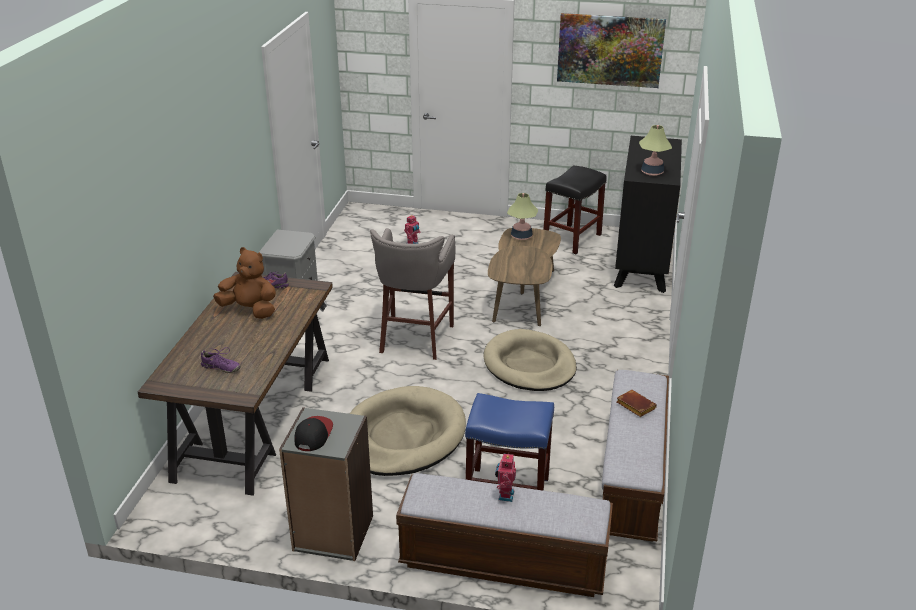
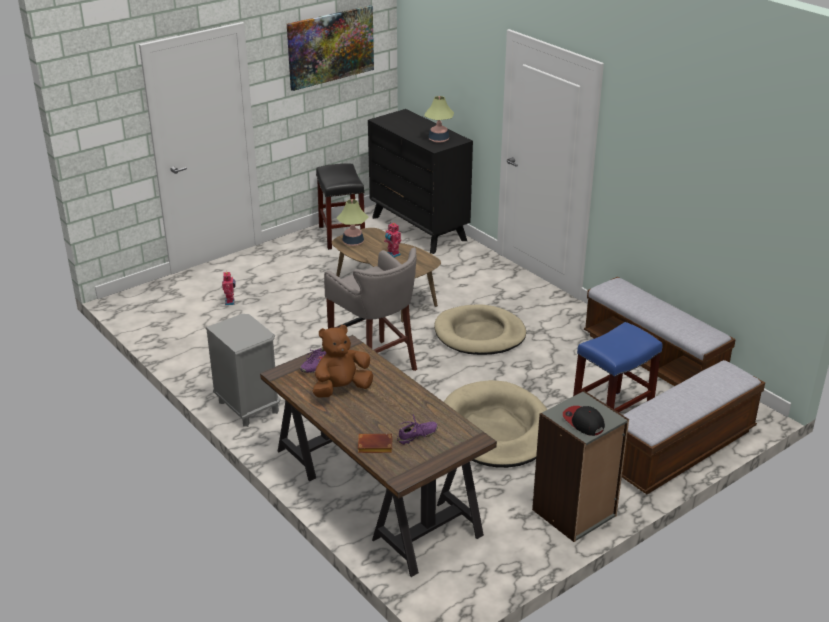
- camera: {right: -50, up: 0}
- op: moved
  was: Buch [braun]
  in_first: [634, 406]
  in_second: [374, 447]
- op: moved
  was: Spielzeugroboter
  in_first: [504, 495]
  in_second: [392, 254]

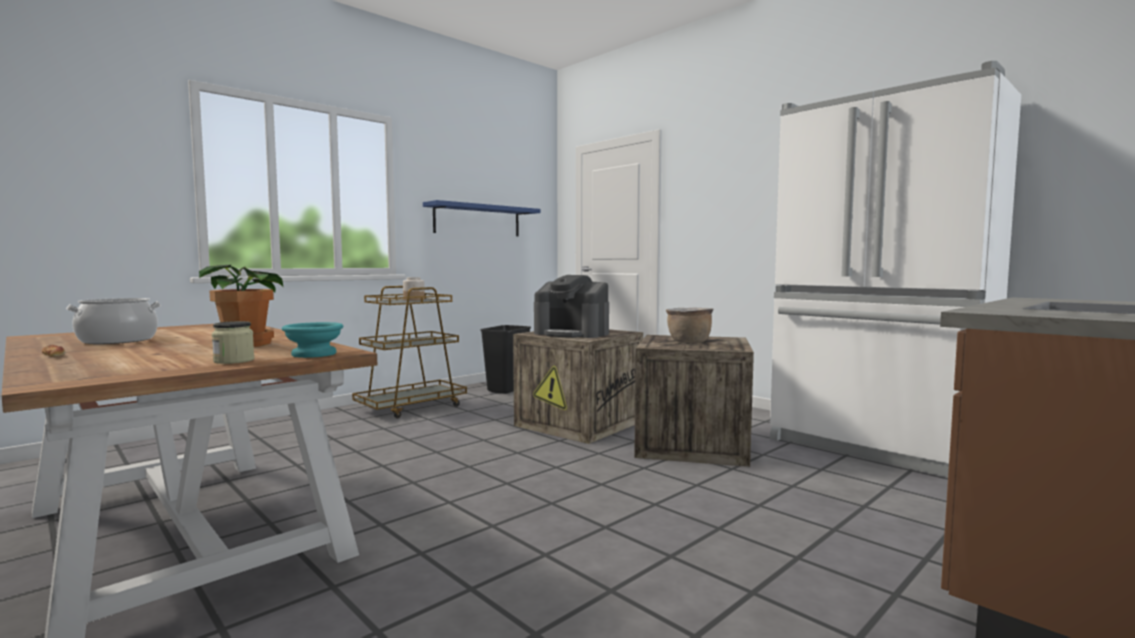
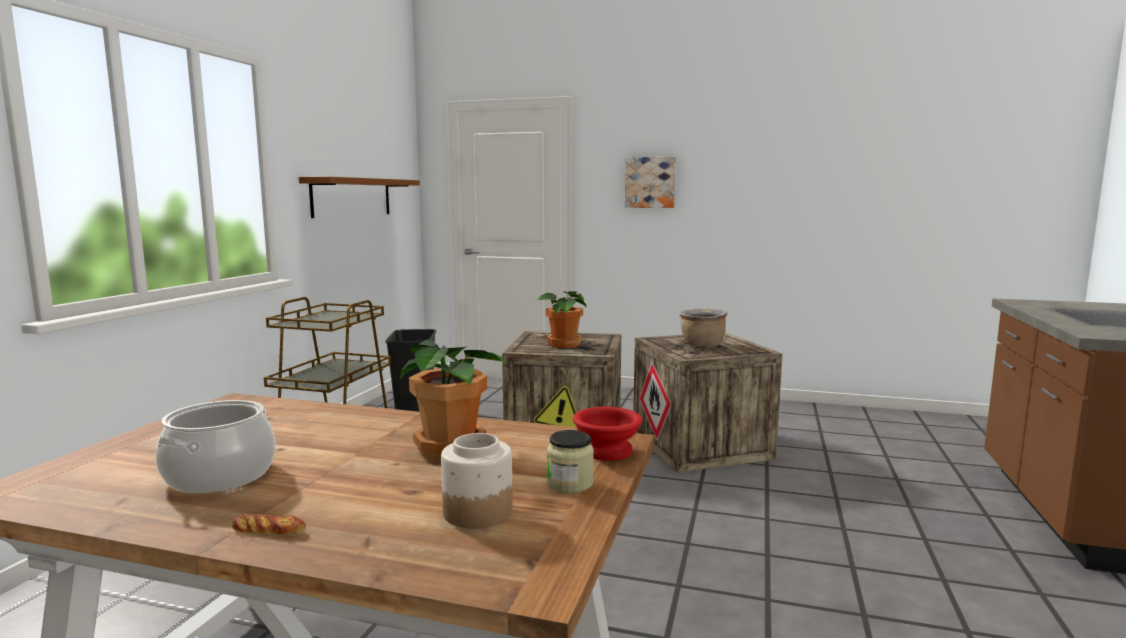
- camera: {right: -30, up: 5}
- op: recoloured
  was: Wandregal [blau]
  now: Wandregal [braun]
  in_first: [477, 220]
  in_second: [352, 197]
- op: moved
  was: Vorratsglas
  in_first: [413, 300]
  in_second: [477, 512]
- op: replaced
  was: Kaffeemaschine
  now: Topfpflanze
  in_first: [572, 333]
  in_second: [563, 345]
- op: recoloured
  was: Schüssel [türkis]
  now: Schüssel [rot]
  in_first: [315, 354]
  in_second: [609, 451]
- op: added
  now: Bild
  in_second: [650, 182]
- op: removed
  was: Kühlschrank [weiß]
  in_first: [876, 448]

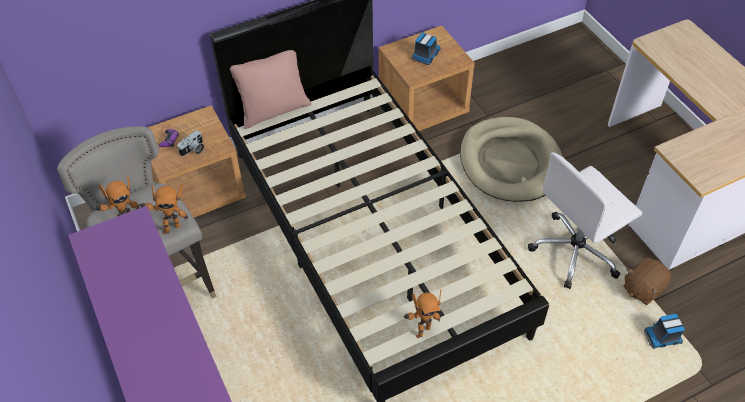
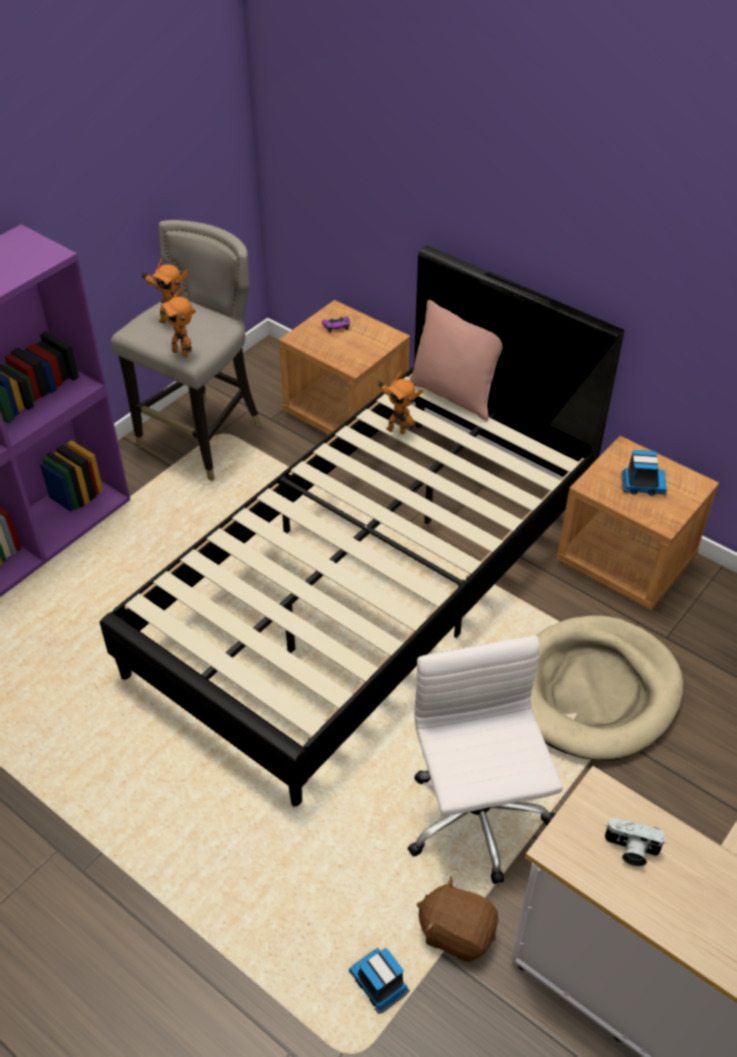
- camera: {right: 65, up: -5}
- op: moved
  was: Spielzeugroboter
  in_first: [421, 330]
  in_second: [397, 429]
- op: turned
  was: Bürostuhl [weiß]
  in_first: [576, 251]
  in_second: [477, 821]
  clockwise: 45
- op: moved
  was: Kamera
  in_first: [193, 150]
  in_second: [630, 850]

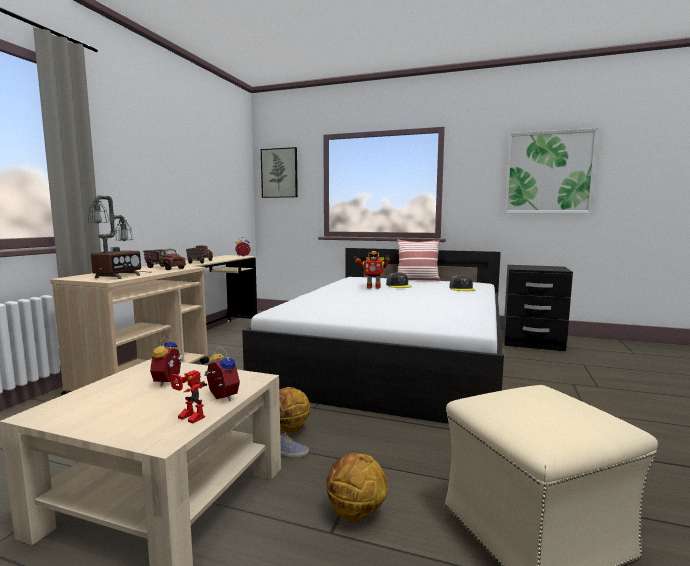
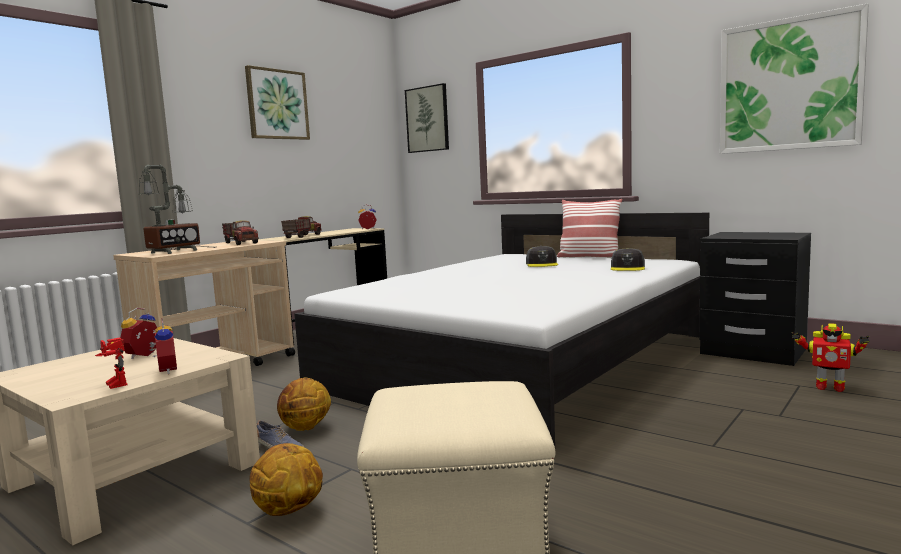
- camera: {right: 20, up: 0}
- op: added
  now: Bild
  in_second: [277, 104]
- op: moved
  was: Spielzeugroboter
  in_first: [373, 287]
  in_second: [829, 387]

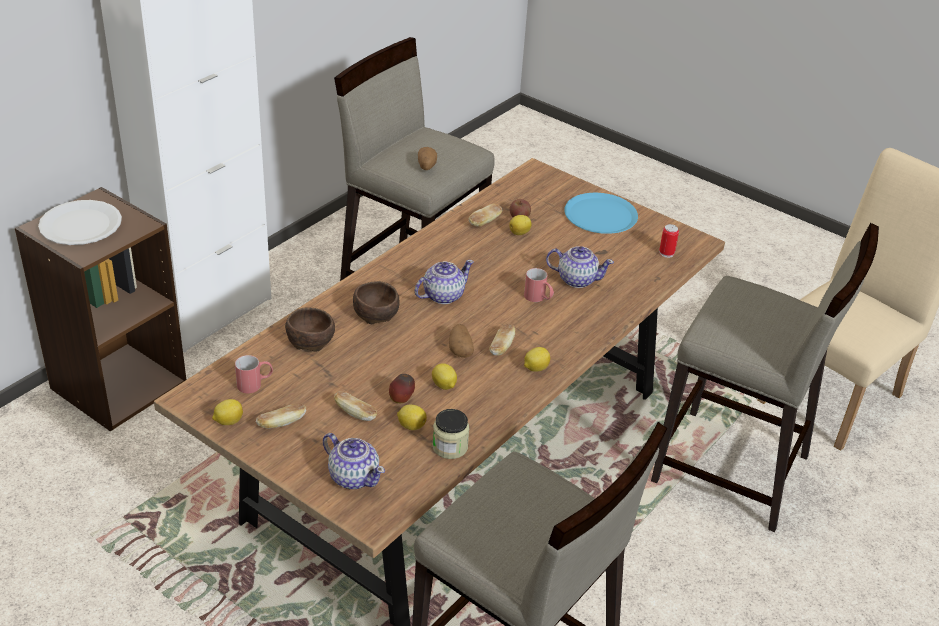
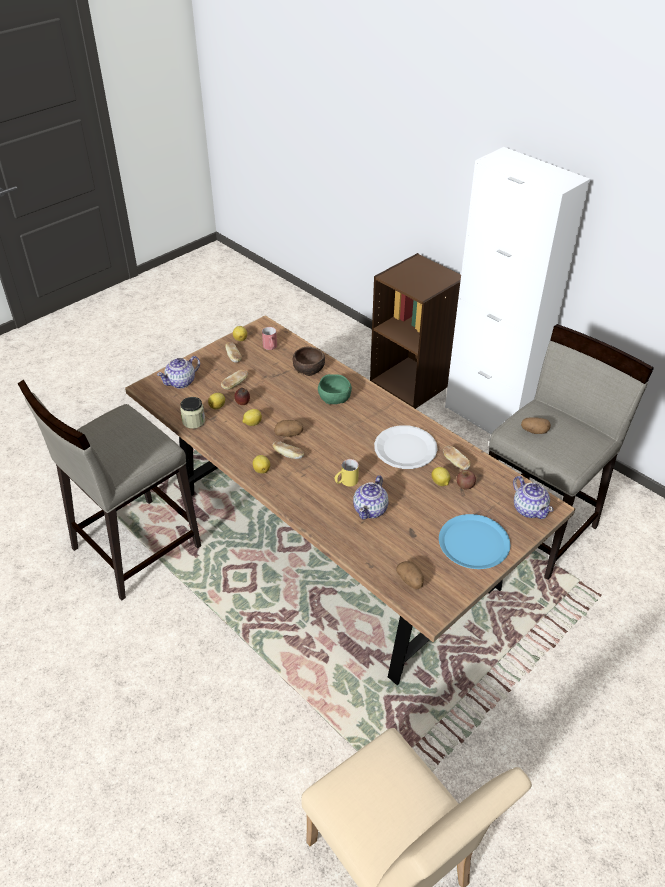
- camera: {right: 100, up: 5}
- op: recoloured
  was: Schüssel [braun]
  now: Schüssel [grün]
  in_first: [376, 313]
  in_second: [335, 398]
- op: recoloured
  was: Henkelbecher [rot]
  now: Henkelbecher [gelb]
  in_first: [538, 298]
  in_second: [346, 482]
- op: moved
  was: Teller [weiß]
  in_first: [80, 225]
  in_second: [405, 448]
- op: replaced
  was: Dose
  now: Kartoffel
  in_first: [666, 253]
  in_second: [410, 581]
- op: moved
  was: Teekanne
  in_first: [442, 295]
  in_second: [529, 509]
- op: removed
  was: Hocker [beige]
  in_first: [732, 470]

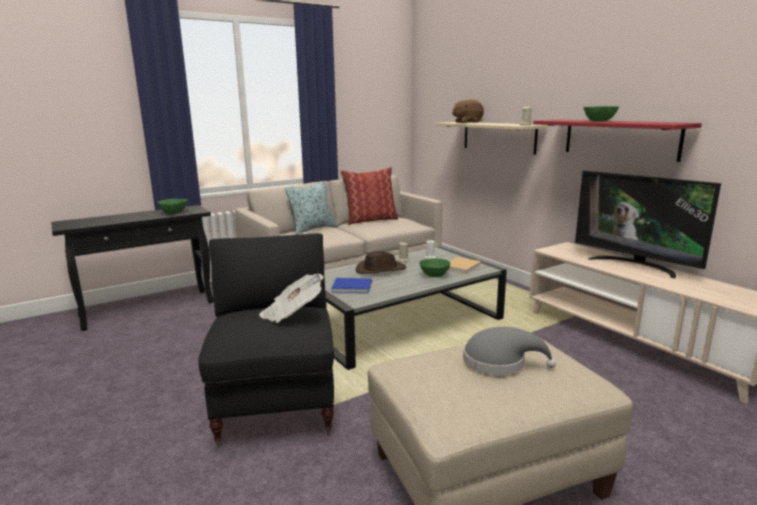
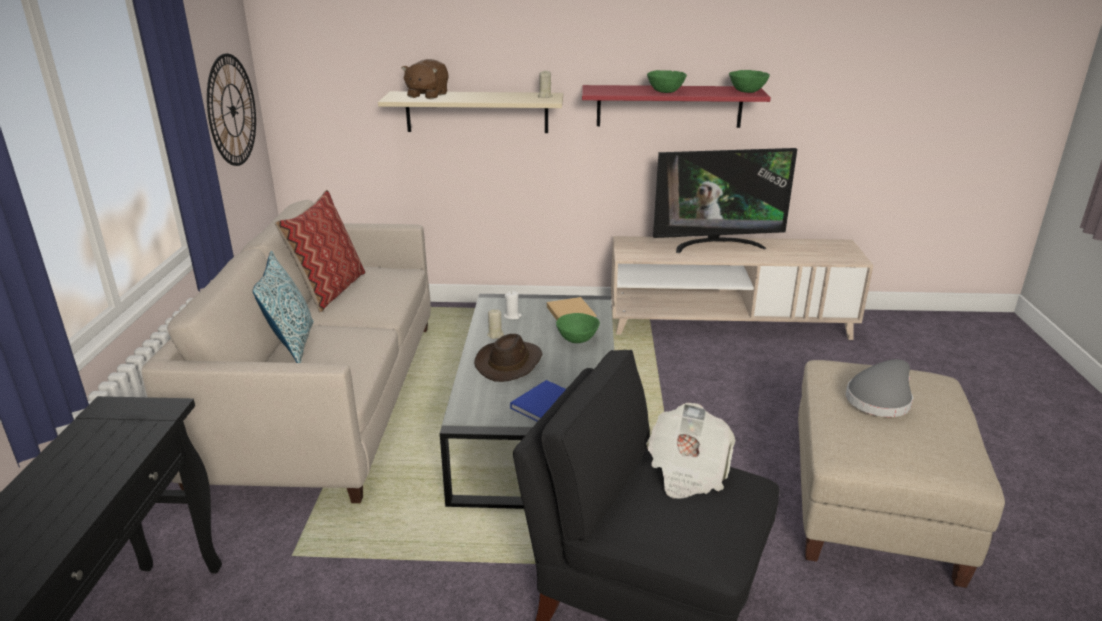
- camera: {right: -55, up: 10}
- op: added
  now: Wanduhr
  in_second: [232, 110]
- op: moved
  was: Schüssel [grün]
  in_first: [173, 213]
  in_second: [747, 91]

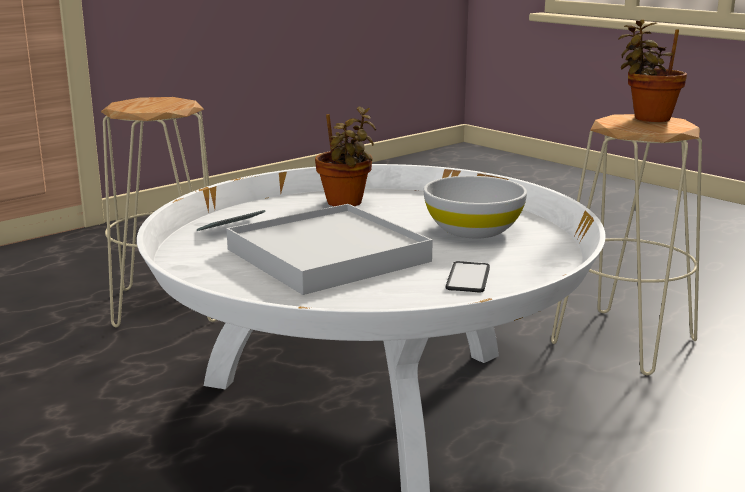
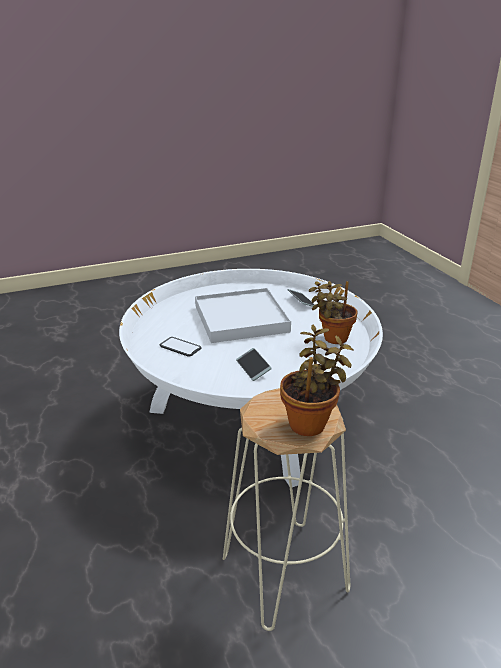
- camera: {right: 110, up: 10}
- op: replaced
  was: Schüssel [weiß]
  now: Handy
  in_first: [473, 230]
  in_second: [253, 368]
- op: removed
  was: Hocker [beige]
  in_first: [168, 305]

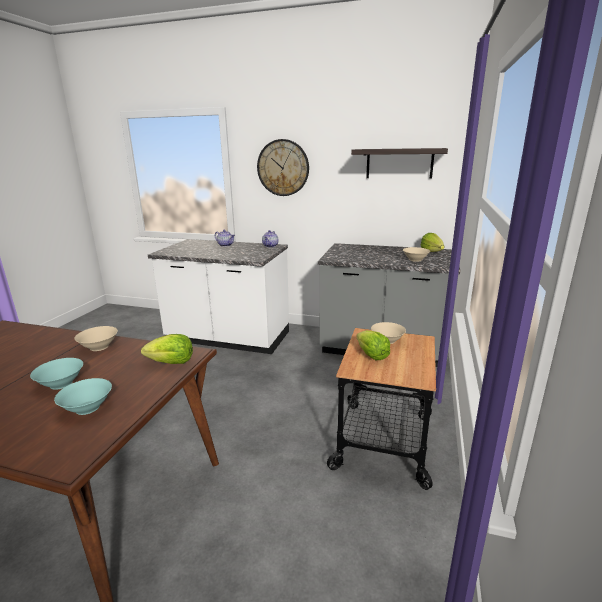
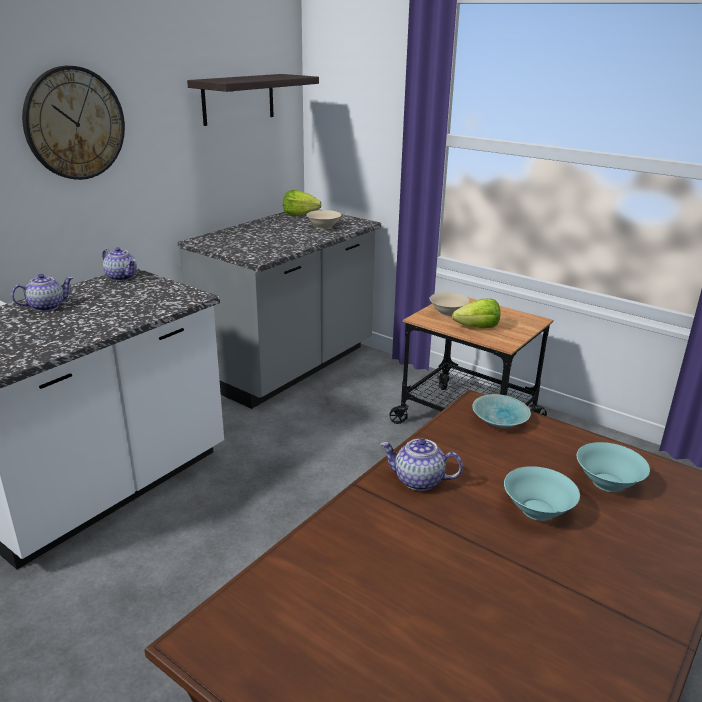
- camera: {right: -70, up: 5}
- op: replaced
  was: Schüssel [beige]
  now: Teekanne
  in_first: [98, 347]
  in_second: [418, 480]
- op: replaced
  was: Salatkopf
  now: Schüssel [türkis]
  in_first: [171, 363]
  in_second: [501, 420]

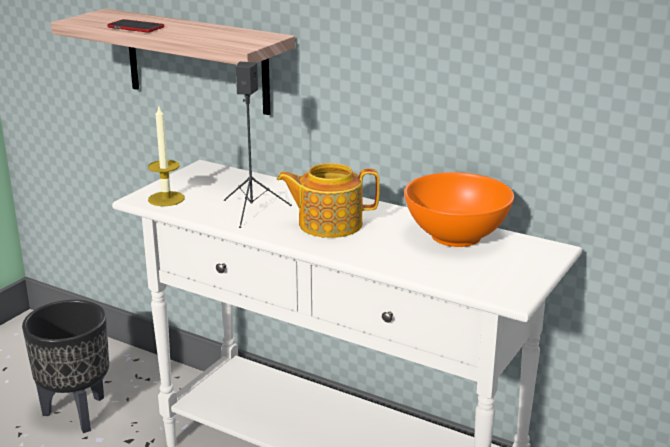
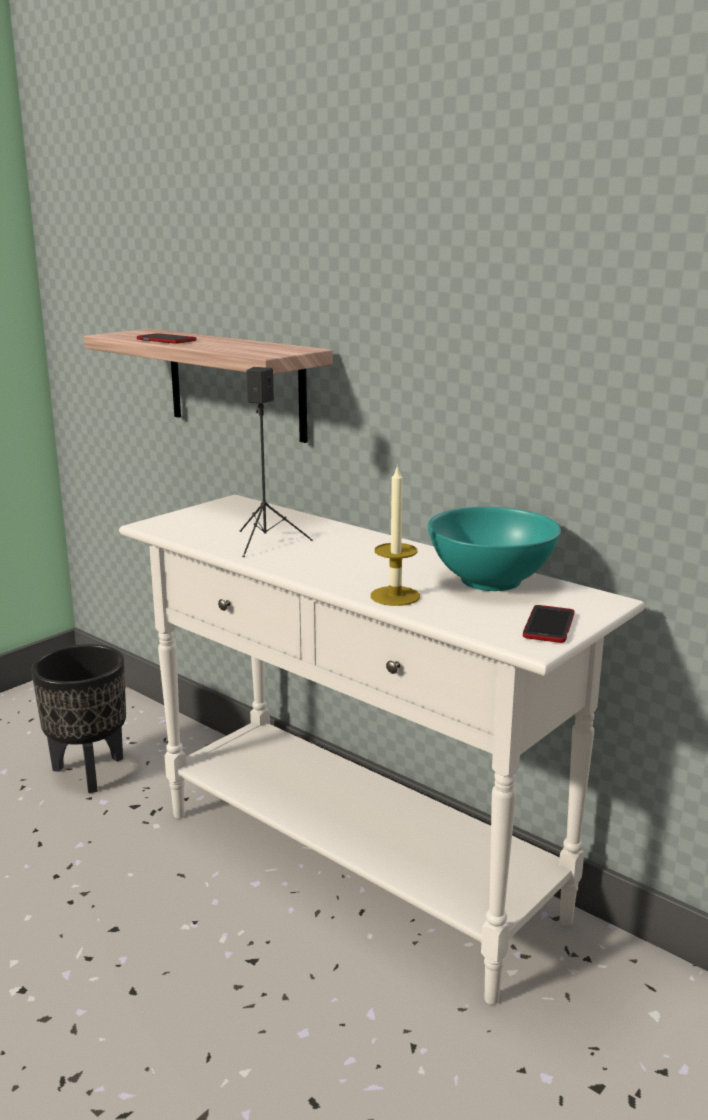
- camera: {right: 10, up: -5}
- op: moved
  was: Kerze
  in_first: [166, 199]
  in_second: [395, 596]
- op: recoloured
  was: Schüssel [orange]
  now: Schüssel [türkis]
  in_first: [455, 236]
  in_second: [490, 580]
- op: added
  now: Handy
  in_second: [549, 625]
- op: removed
  was: Teekanne
  in_first: [328, 224]

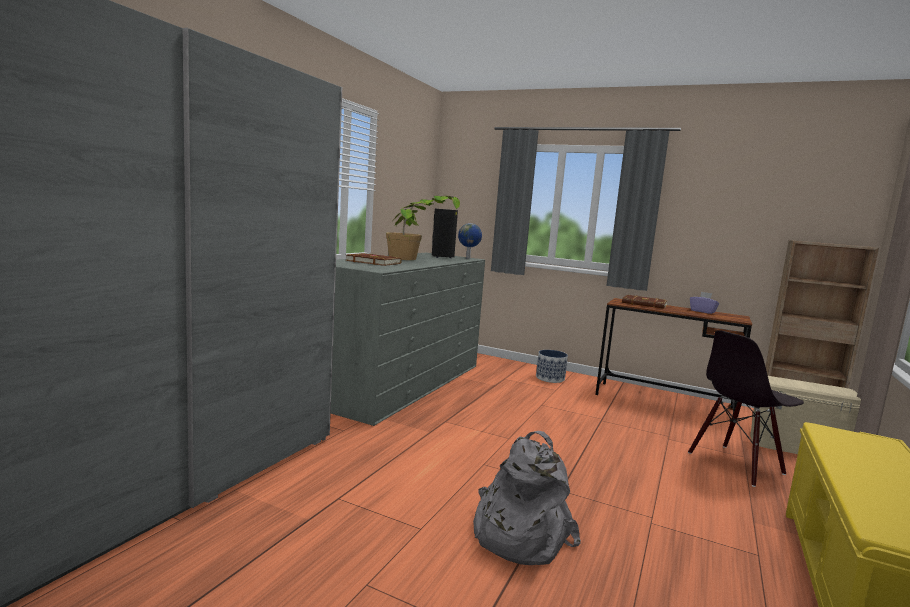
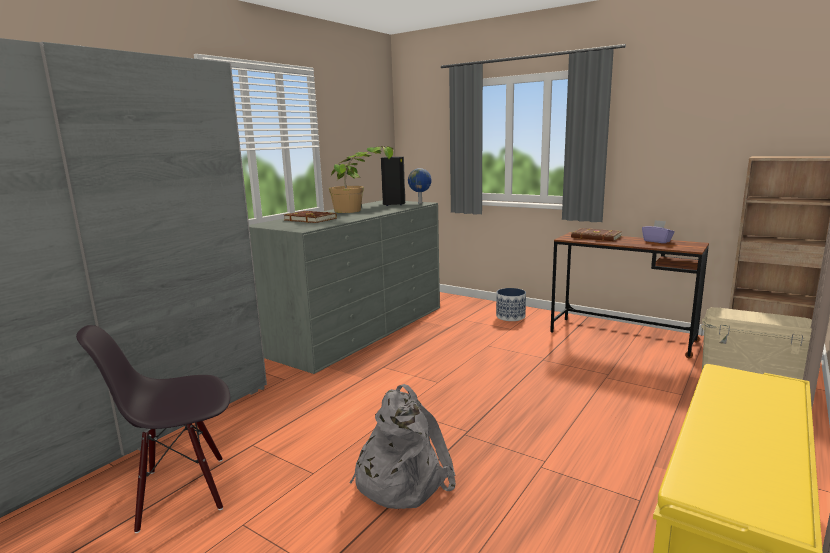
- camera: {right: 10, up: 5}
- op: moved
  was: Stuhl [schwarz]
  in_first: [736, 464]
  in_second: [182, 491]

